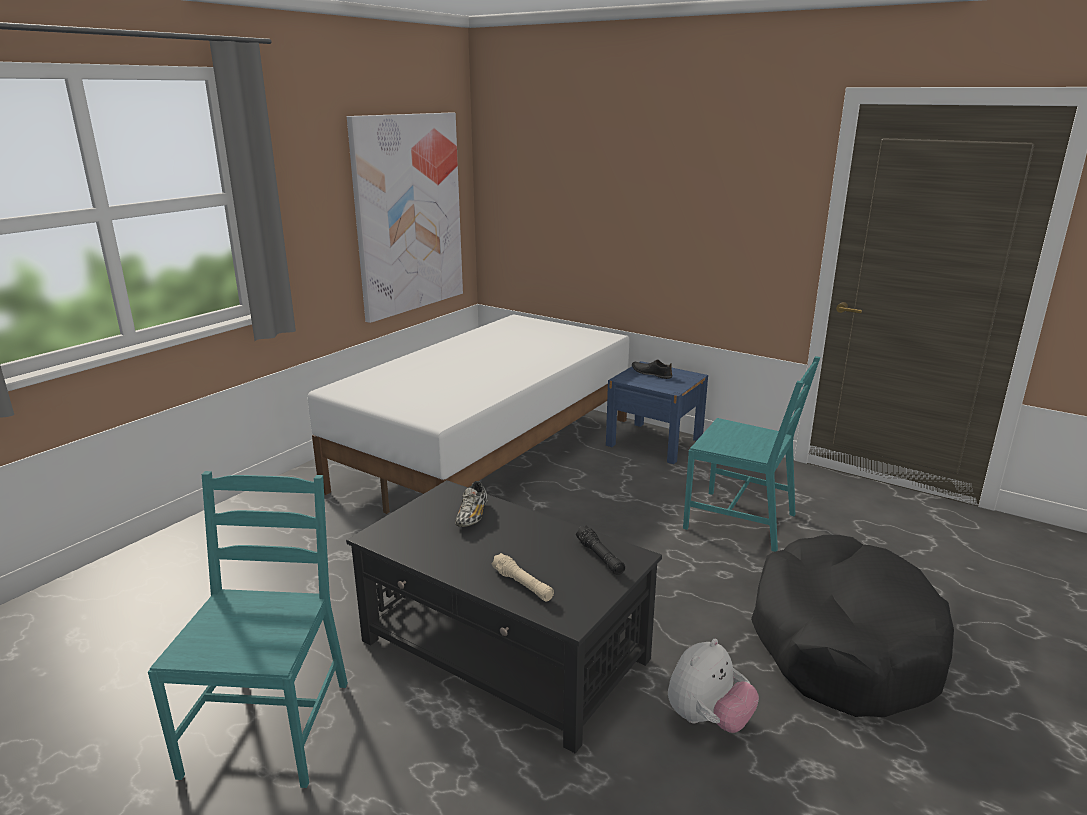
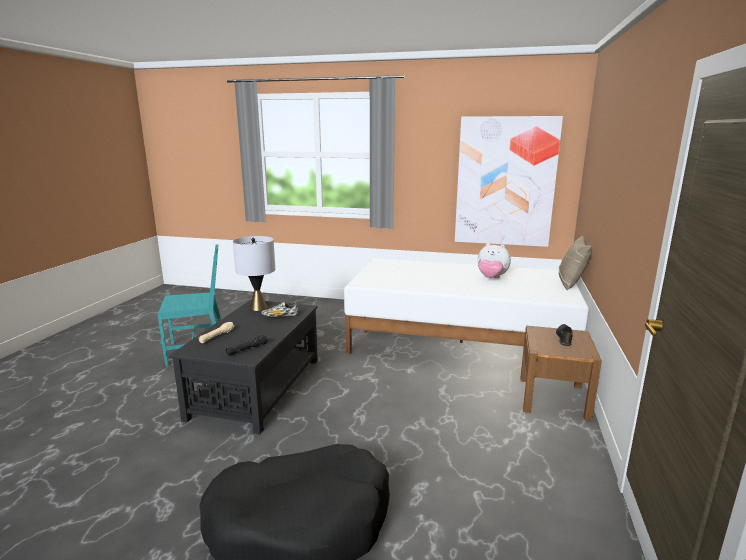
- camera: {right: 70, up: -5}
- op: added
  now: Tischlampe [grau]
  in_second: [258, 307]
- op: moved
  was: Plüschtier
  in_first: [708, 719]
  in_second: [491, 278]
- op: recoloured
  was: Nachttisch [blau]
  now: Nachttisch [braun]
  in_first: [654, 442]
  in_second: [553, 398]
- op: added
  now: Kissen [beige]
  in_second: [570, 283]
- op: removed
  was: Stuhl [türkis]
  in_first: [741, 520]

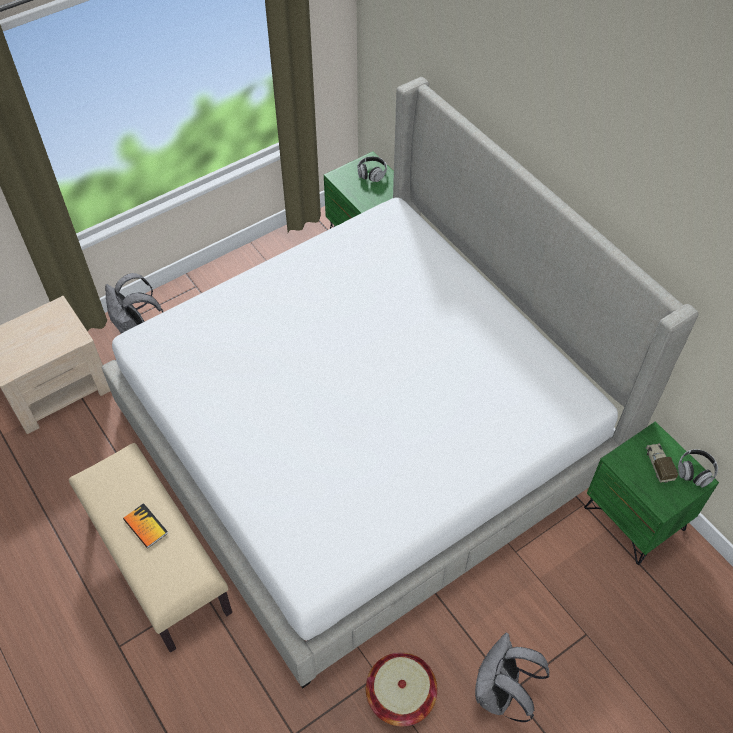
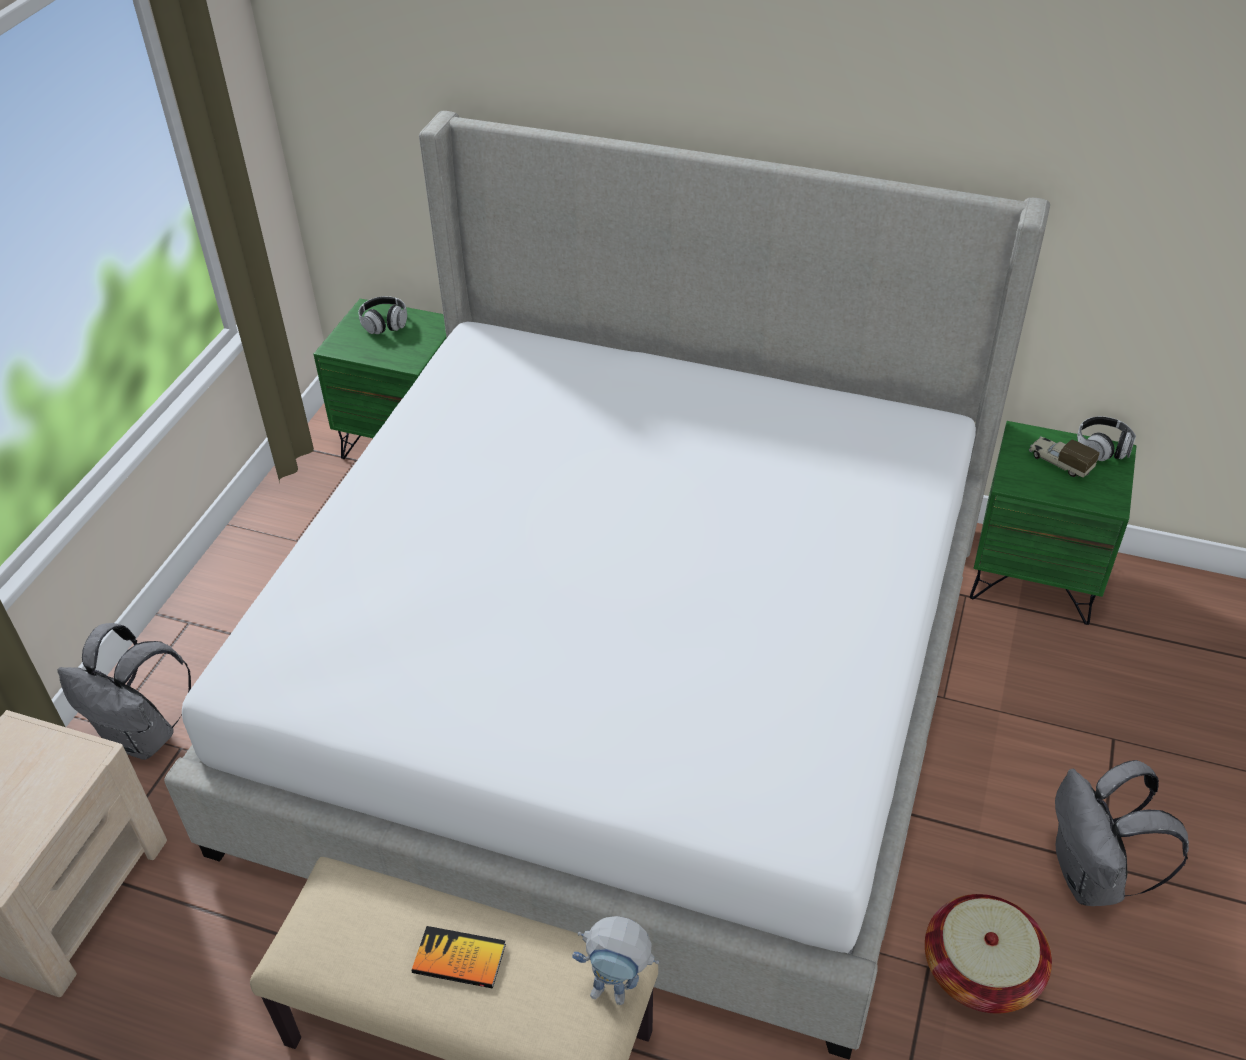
- camera: {right: -35, up: -10}
- op: added
  now: Spielzeugroboter
  in_second: [619, 993]

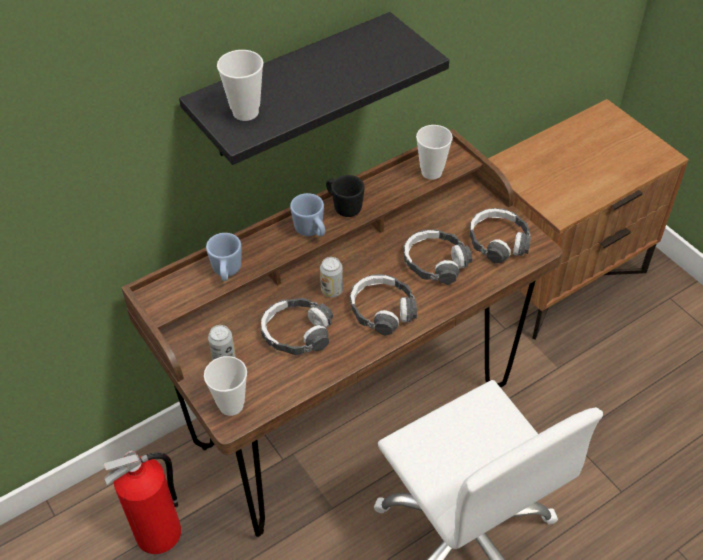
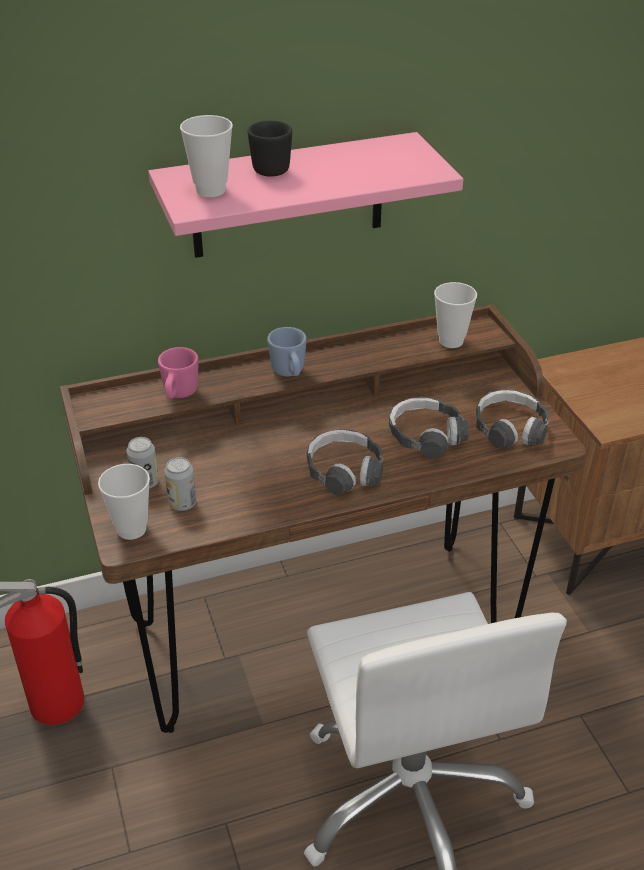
- camera: {right: 15, up: -10}
- op: recoloured
  was: Wandregal [schwarz]
  now: Wandregal [rosa]
  in_first: [291, 88]
  in_second: [288, 196]
- op: recoloured
  was: Henkelbecher [blau]
  now: Henkelbecher [rosa]
  in_first: [227, 272]
  in_second: [179, 394]
- op: moved
  was: Dose
  in_first: [332, 290]
  in_second: [182, 503]
- op: moved
  was: Henkelbecher [schwarz]
  in_first: [343, 206]
  in_second: [267, 168]
- op: removed
  was: Kopfhörer
  in_first: [296, 333]

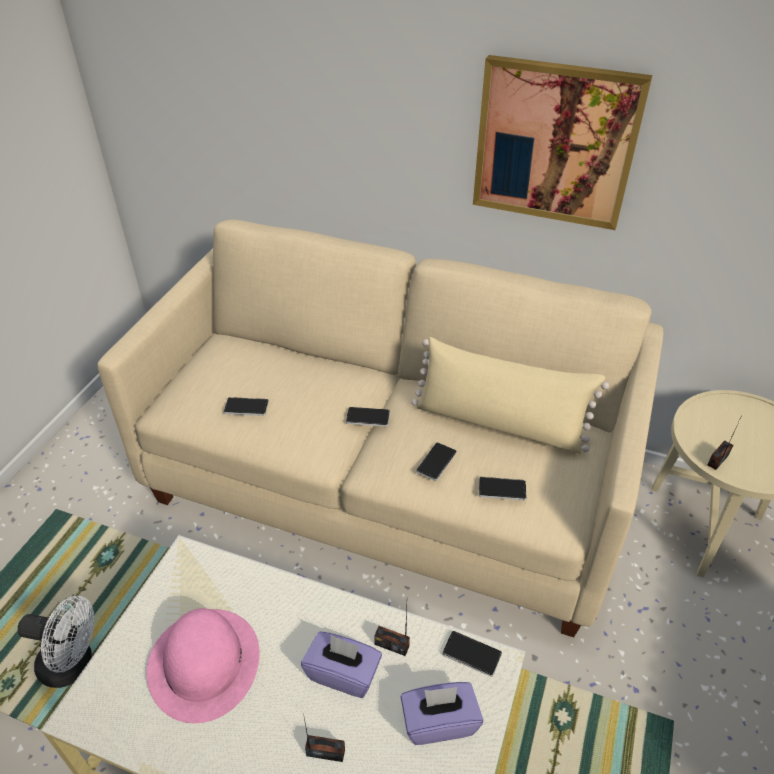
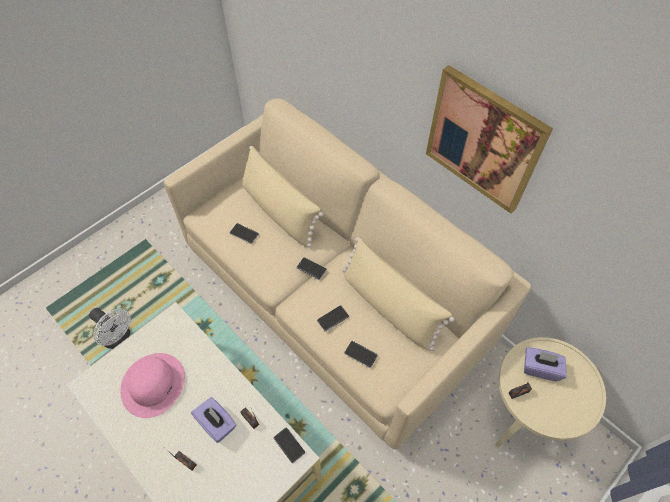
- camera: {right: 25, up: 15}
- op: added
  now: Kissen [beige]
  in_second: [279, 211]
- op: moved
  was: Taschentuchbox [lila]
  in_first: [439, 722]
  in_second: [540, 368]

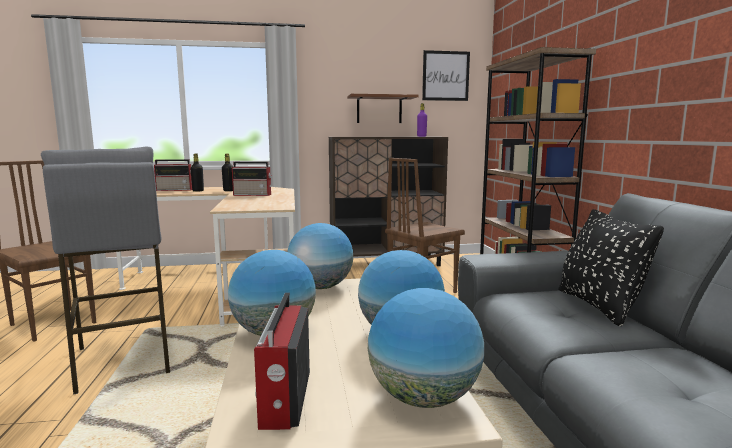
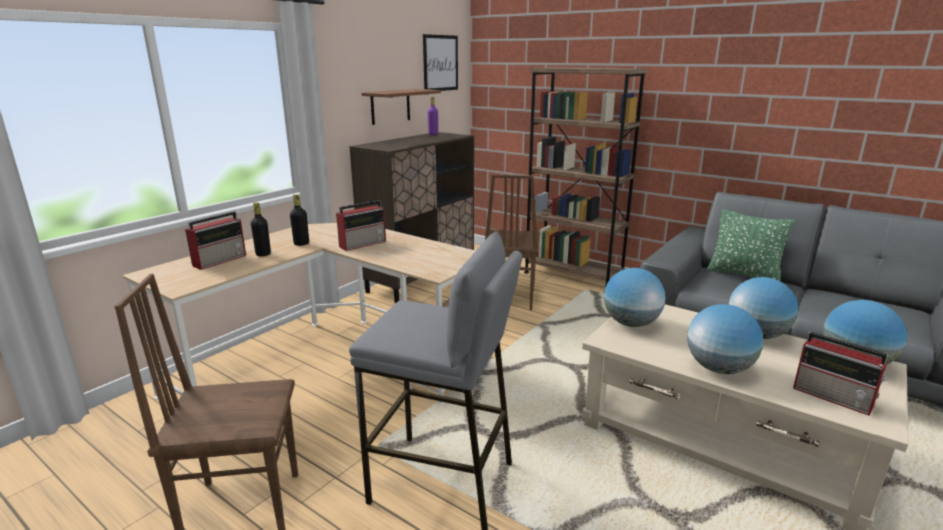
- camera: {right: -45, up: 10}
- op: recoloured
  was: Kissen [schwarz]
  now: Kissen [grün]
  in_first: [599, 306]
  in_second: [744, 275]

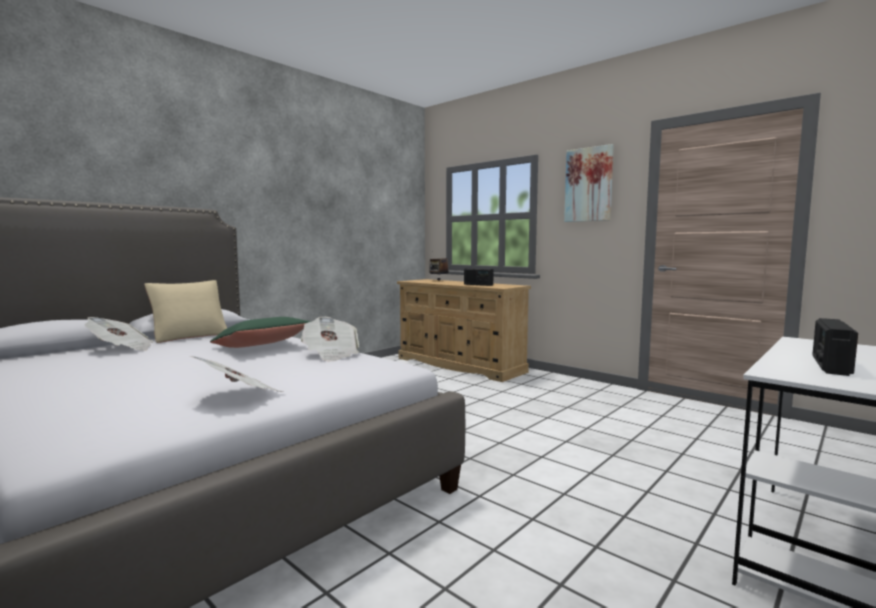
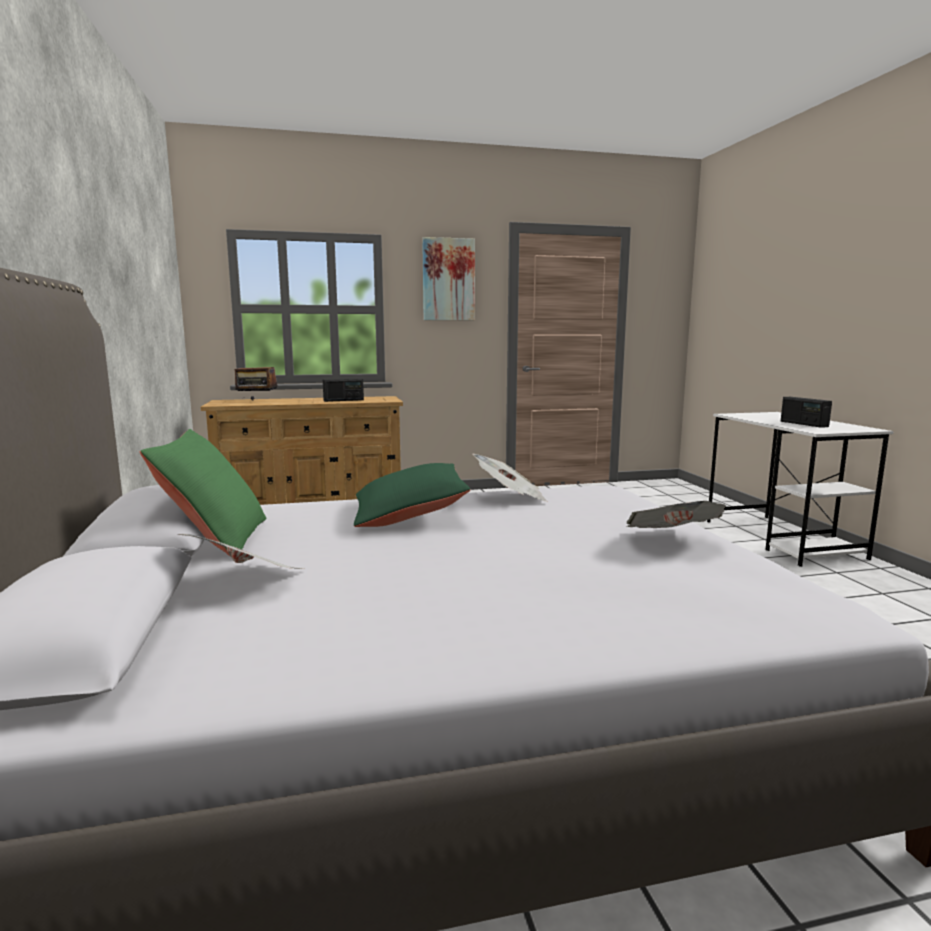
- camera: {right: -55, up: 5}
- op: recoloured
  was: Kissen [beige]
  now: Kissen [grün]
  in_first: [189, 336]
  in_second: [215, 539]

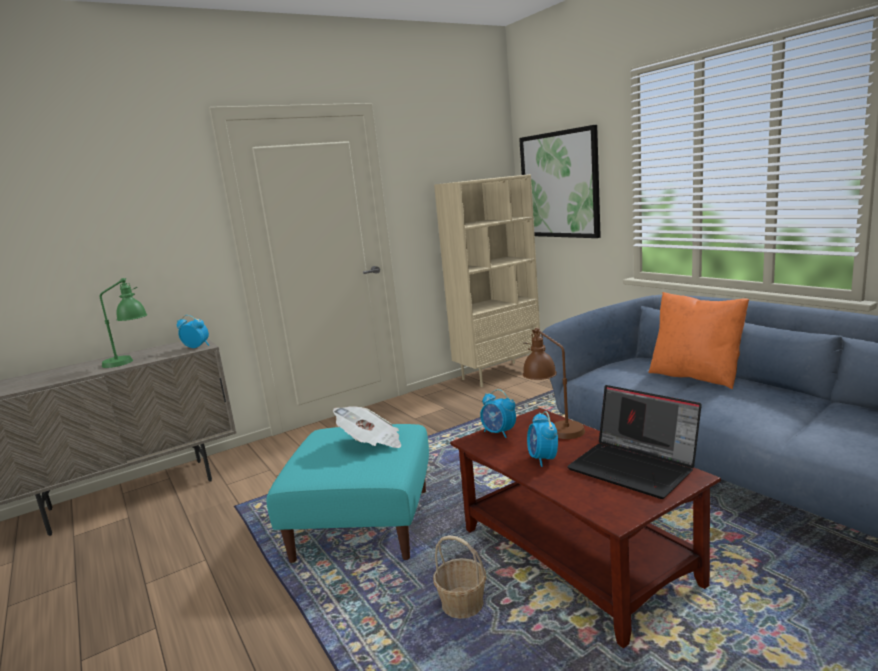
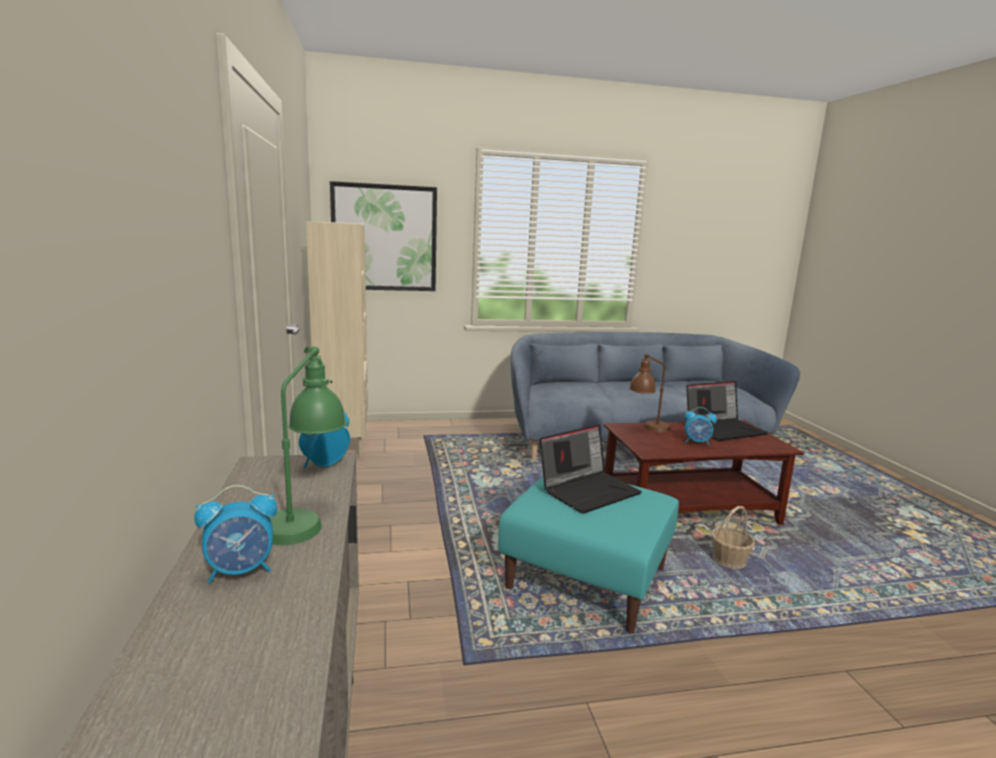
- camera: {right: -70, up: 0}
- op: moved
  was: Wecker
  in_first: [499, 433]
  in_second: [241, 571]
- op: replaced
  was: Zeitung
  now: Laptop
  in_first: [371, 443]
  in_second: [589, 490]
- op: removed
  was: Kissen [orange]
  in_first: [696, 376]

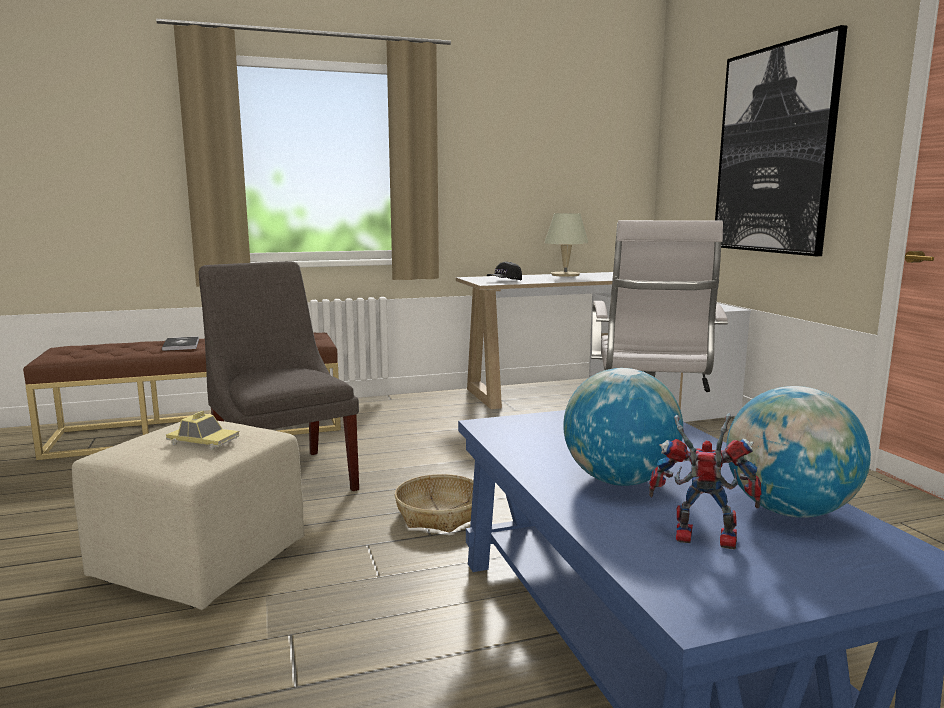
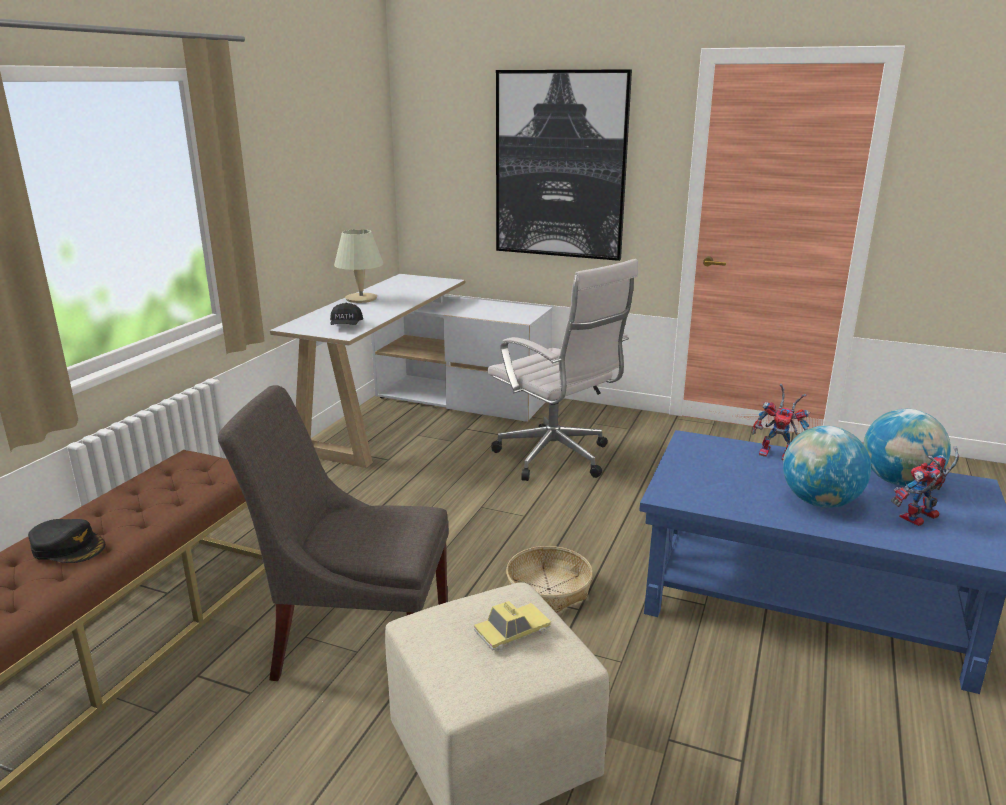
- camera: {right: -50, up: 10}
- op: replaced
  was: Buch
  now: Kappe [schwarz]
  in_first: [181, 345]
  in_second: [68, 547]
- op: added
  now: Spielzeugroboter
  in_second: [779, 454]

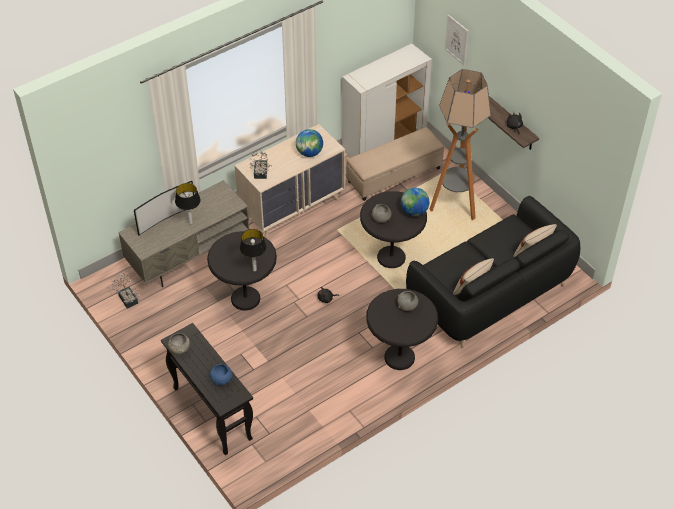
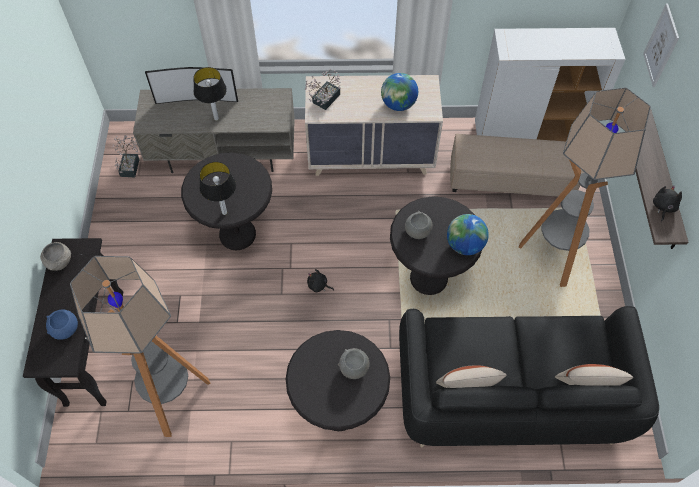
- camera: {right: 35, up: 10}
- op: added
  now: Stehlampe
  in_second: [173, 398]

